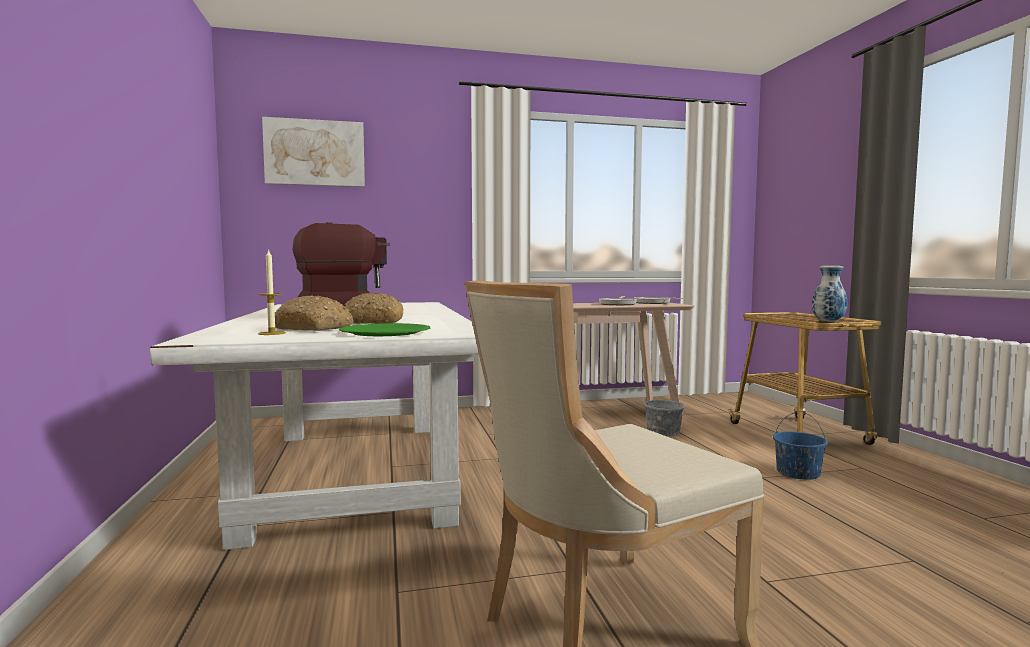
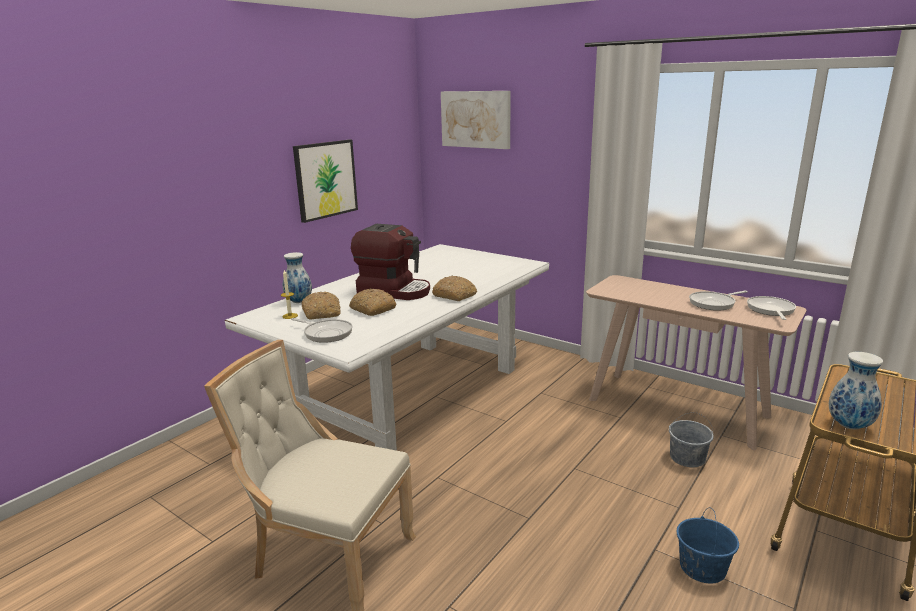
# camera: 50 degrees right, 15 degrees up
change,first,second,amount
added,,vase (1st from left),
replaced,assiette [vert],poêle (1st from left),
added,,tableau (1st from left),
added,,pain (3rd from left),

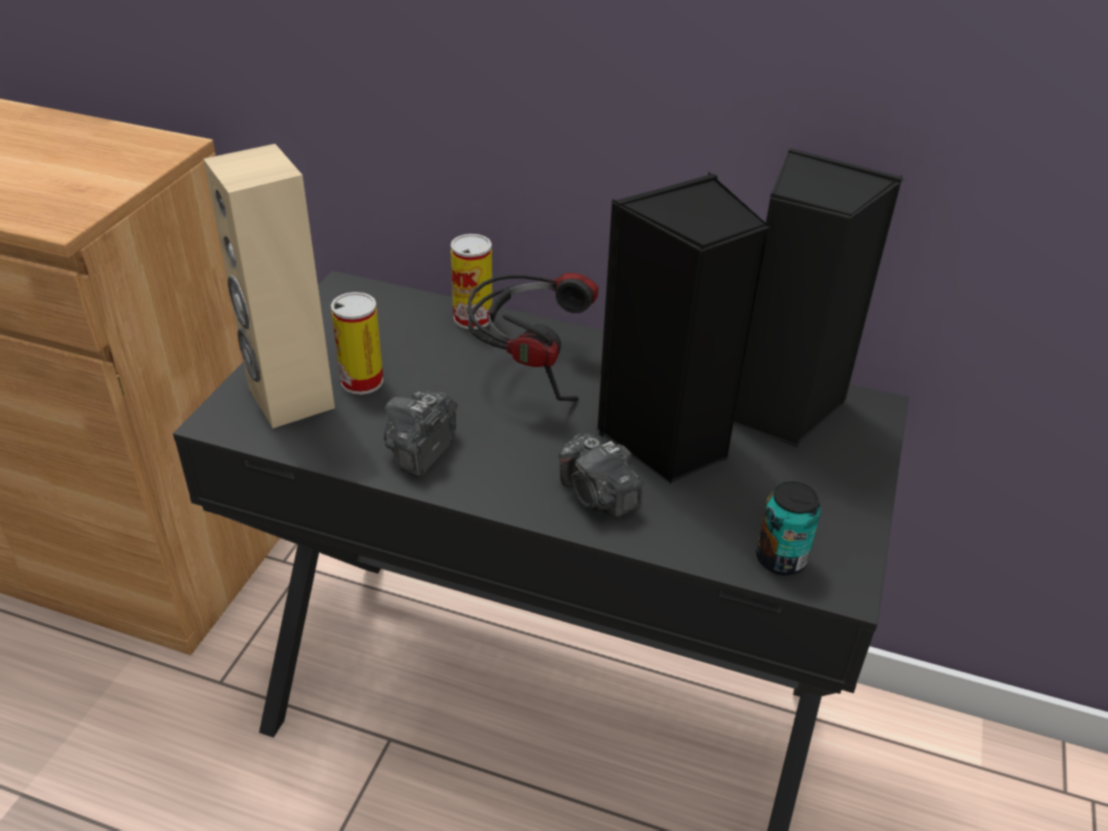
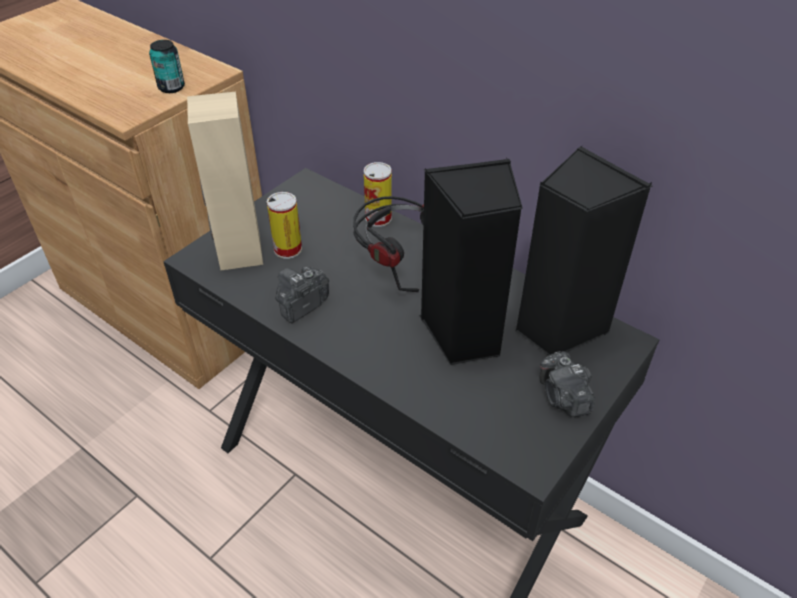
# camera: 20 degrees right, 5 degrees up
change,first,second,amount
moved,boîte métallique (3rd from left in the first image),boîte métallique (1st from left),
moved,appareil photo (2nd from left),,

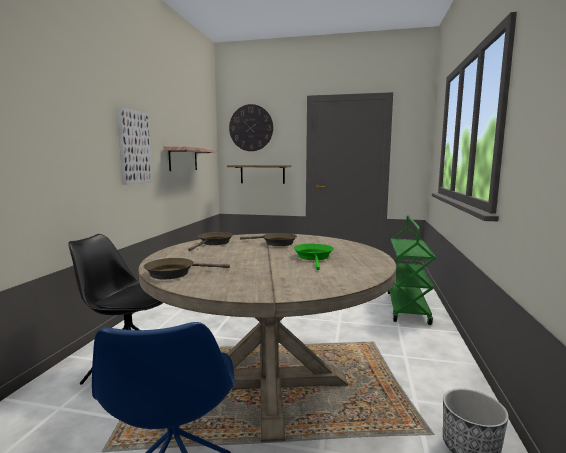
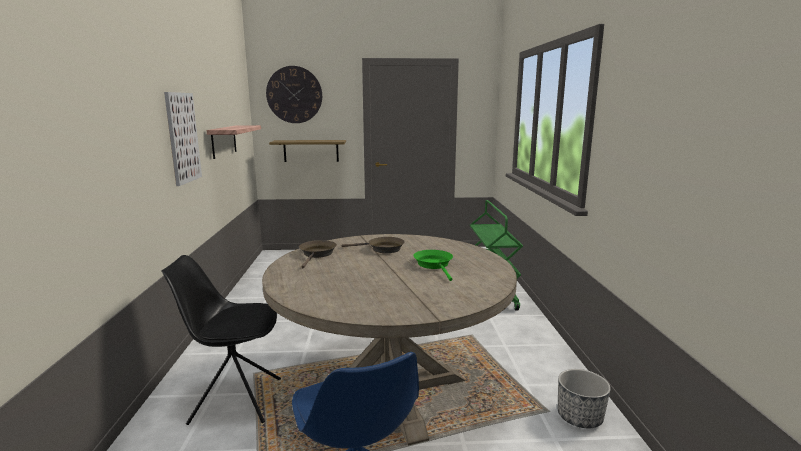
# camera: 15 degrees left, 5 degrees up
change,first,second,amount
removed,poêle [marron] (1st from left),,

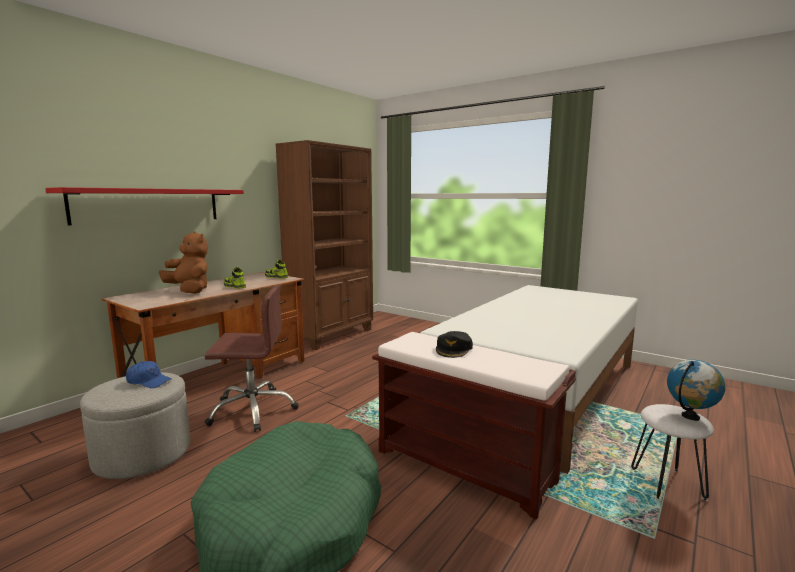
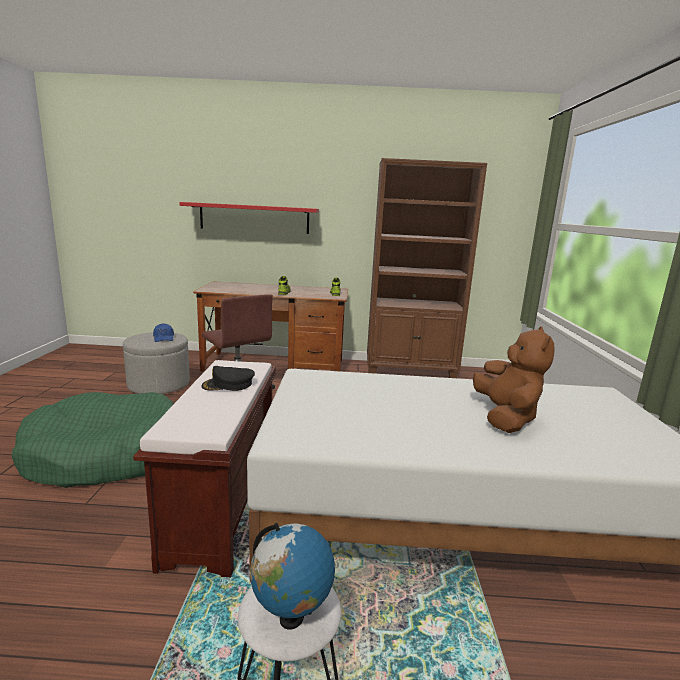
# camera: 55 degrees right, 5 degrees up
change,first,second,amount
moved,peluche [marron],,

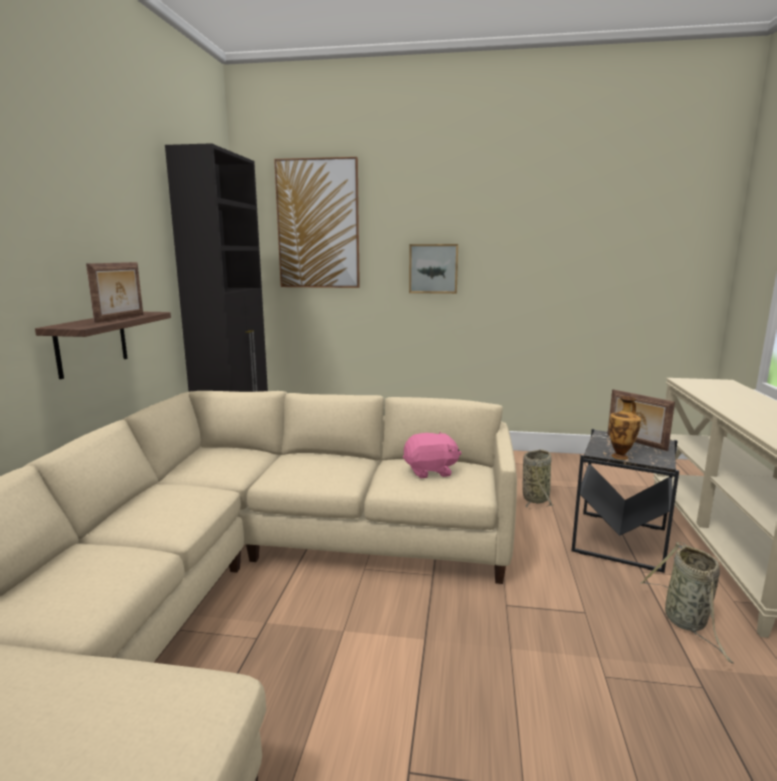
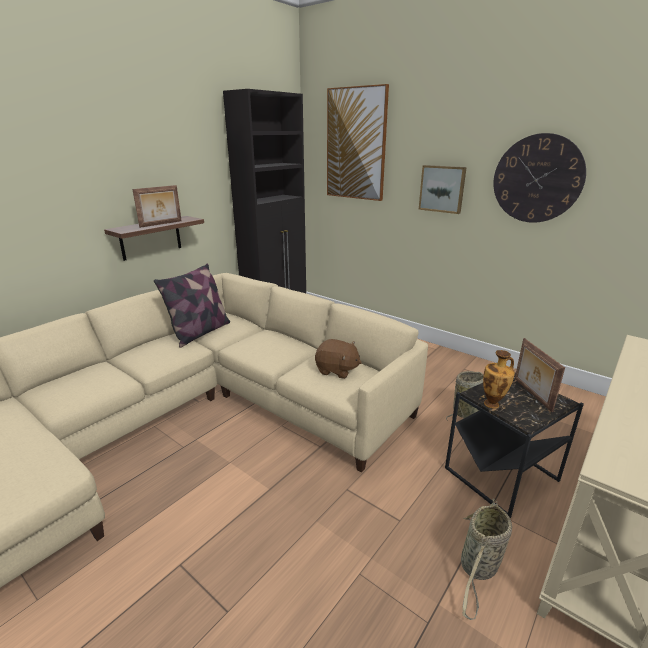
# camera: 30 degrees right, 10 degrees up
change,first,second,amount
added,,coussin,
recoloured,peluche [rose],peluche [marron],
added,,horloge murale,

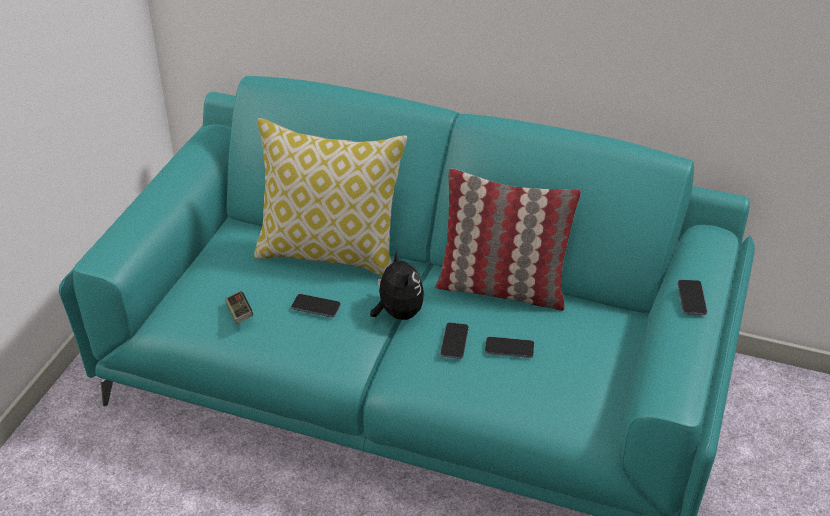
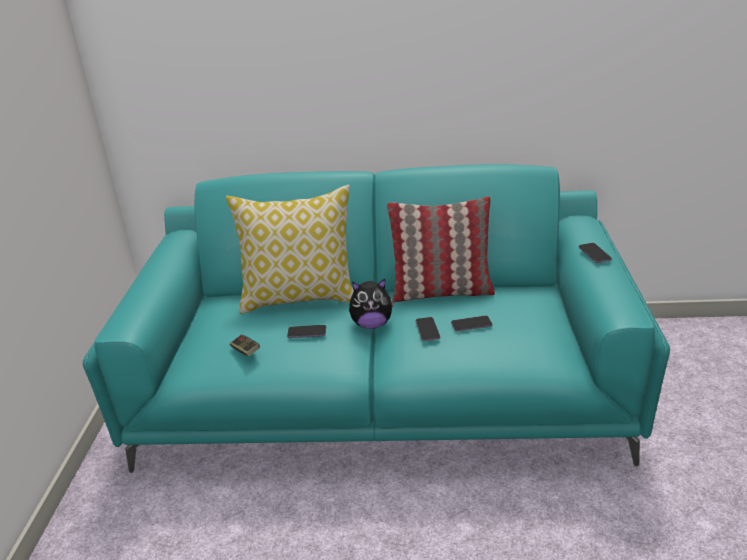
# camera: 15 degrees left, 10 degrees down
change,first,second,amount
turned,peluche,,120 degrees clockwise

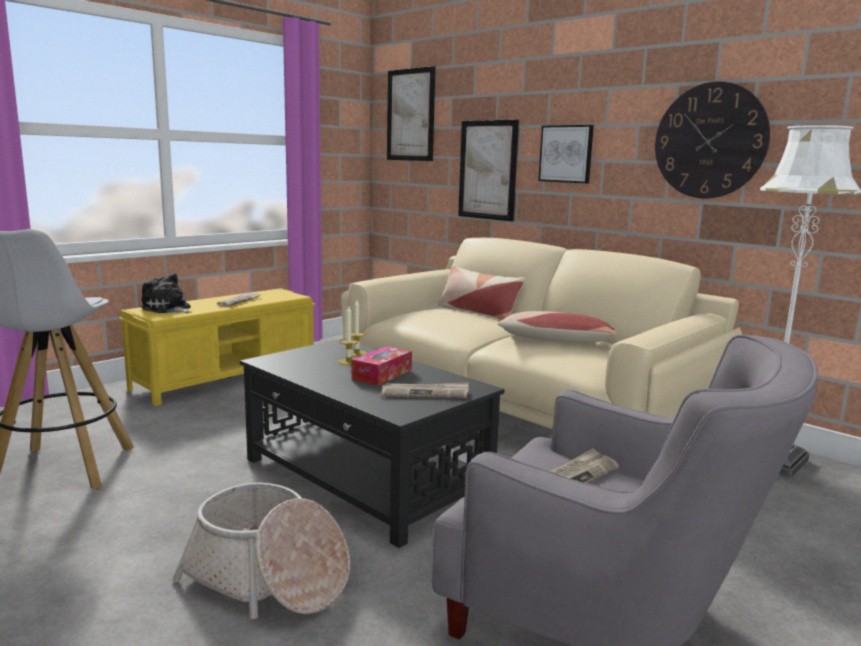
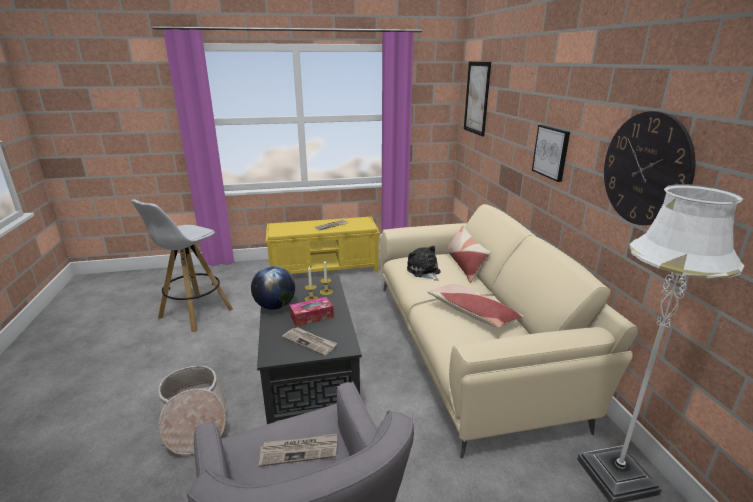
# camera: 35 degrees right, 10 degrees up
change,first,second,amount
added,,globe,
moved,peluche,,
removed,tableau (2nd from left),,

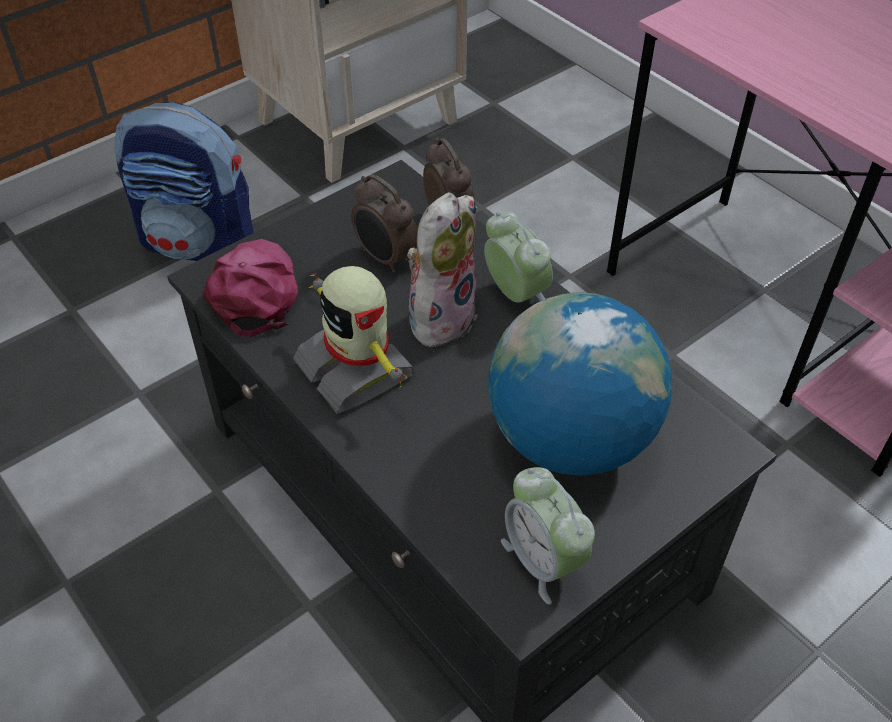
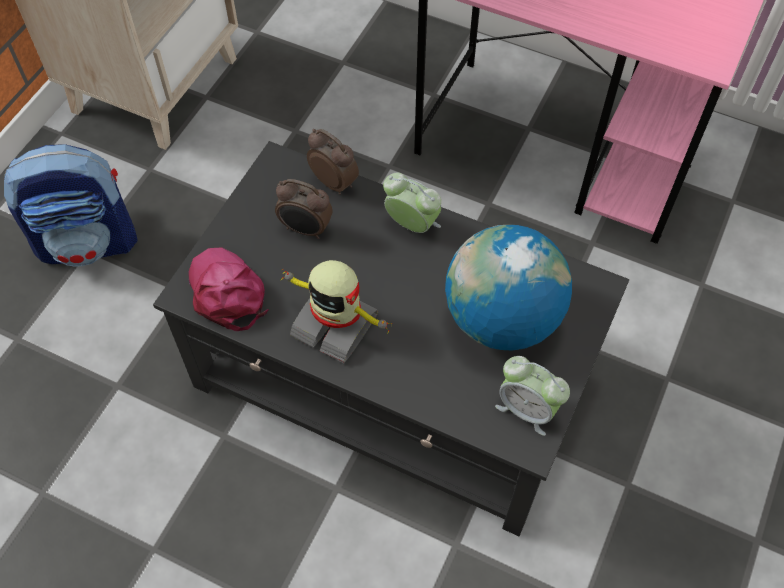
# camera: 25 degrees left, 10 degrees up
change,first,second,amount
removed,peluche,,

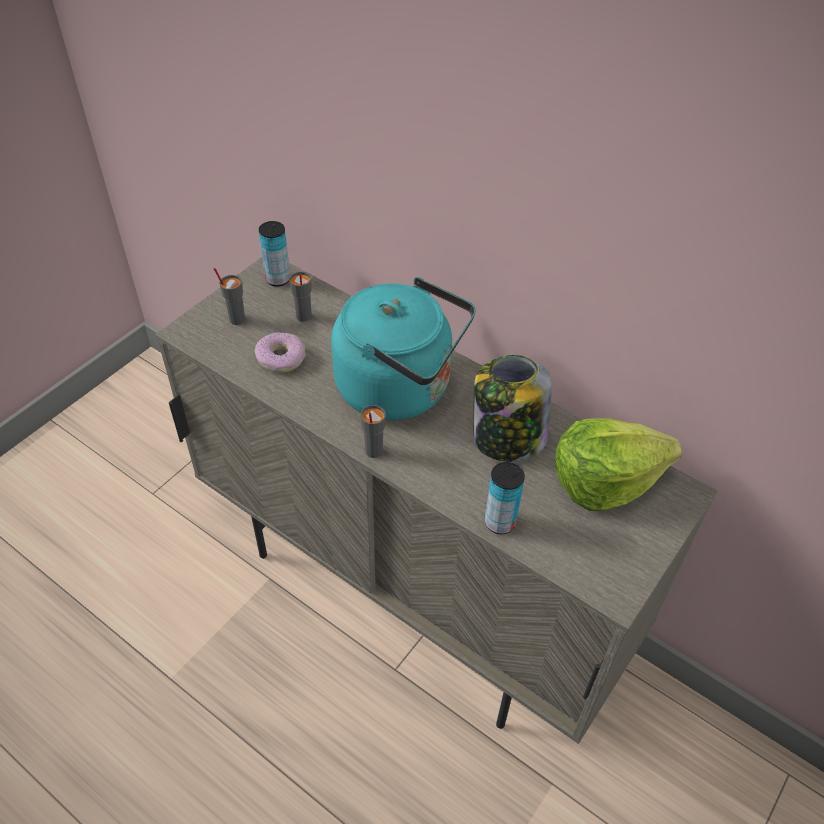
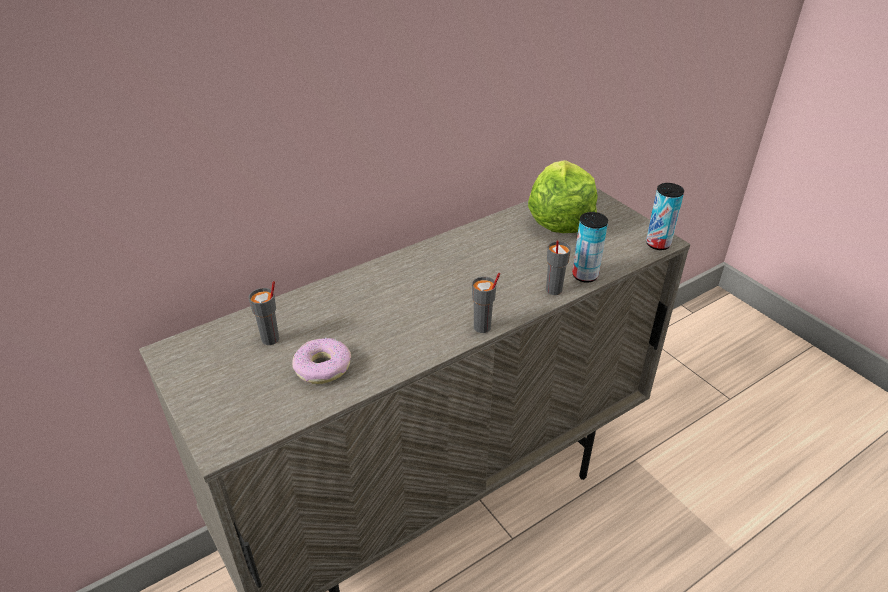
# camera: 70 degrees left, 10 degrees down
change,first,second,amount
moved,tasse [gris] (1st from left in the first image),tasse [gris] (3rd from left),
moved,boîte métallique (1st from left in the first image),boîte métallique (2nd from left),
removed,bouilloire [turquoise],,
removed,bocal,,

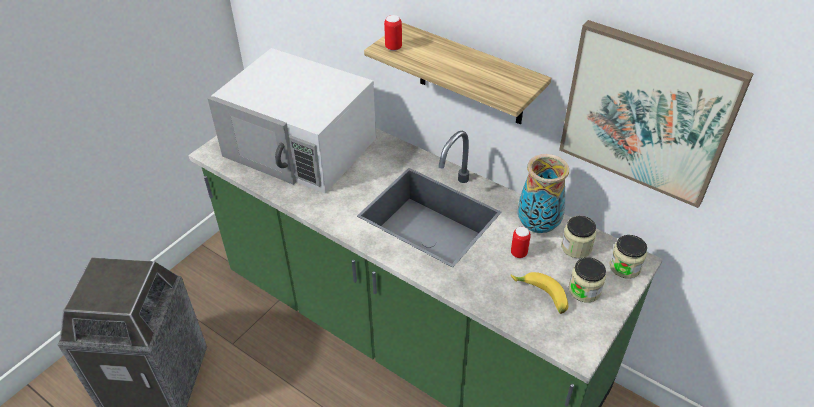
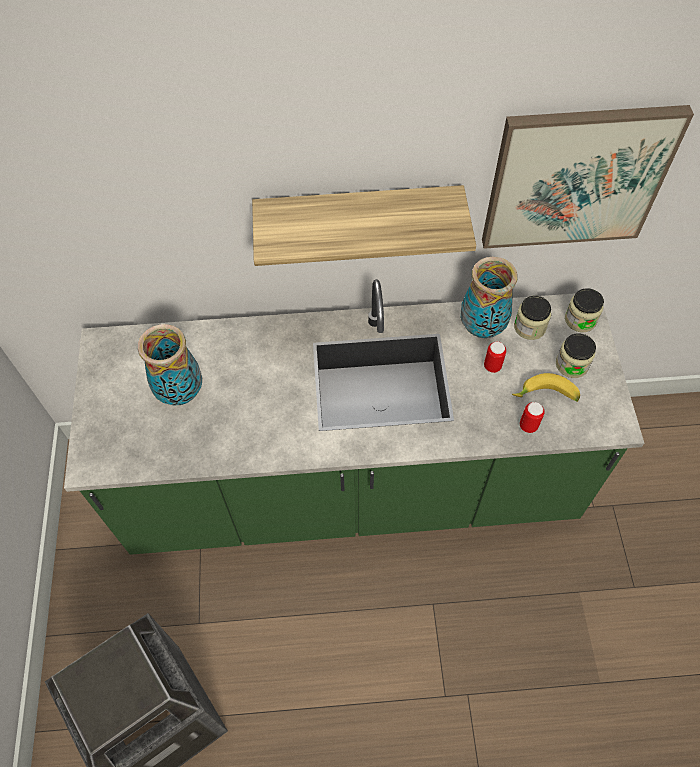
# camera: 40 degrees left, 15 degrees up
change,first,second,amount
replaced,micro-ondes [blanc],vase (1st from left),
moved,boîte métallique (1st from left in the first image),boîte métallique (2nd from left),

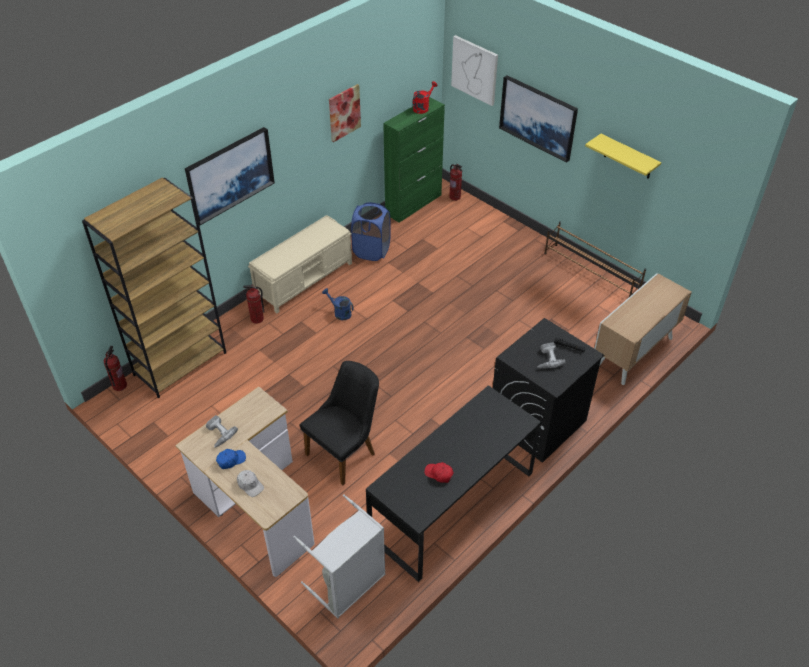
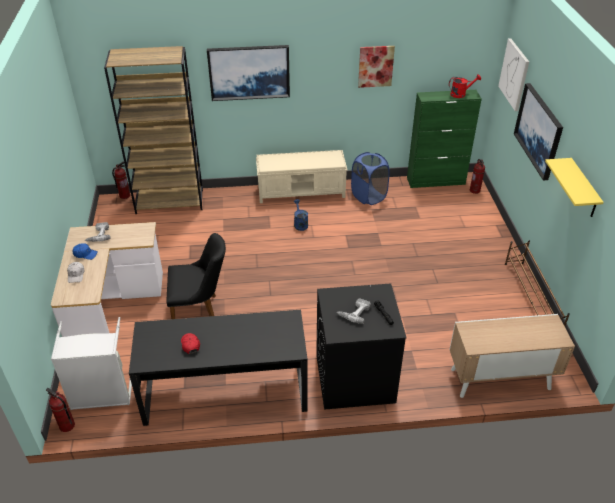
# camera: 40 degrees right, 5 degrees down
change,first,second,amount
moved,extincteur (2nd from left in the first image),extincteur (1st from left),

